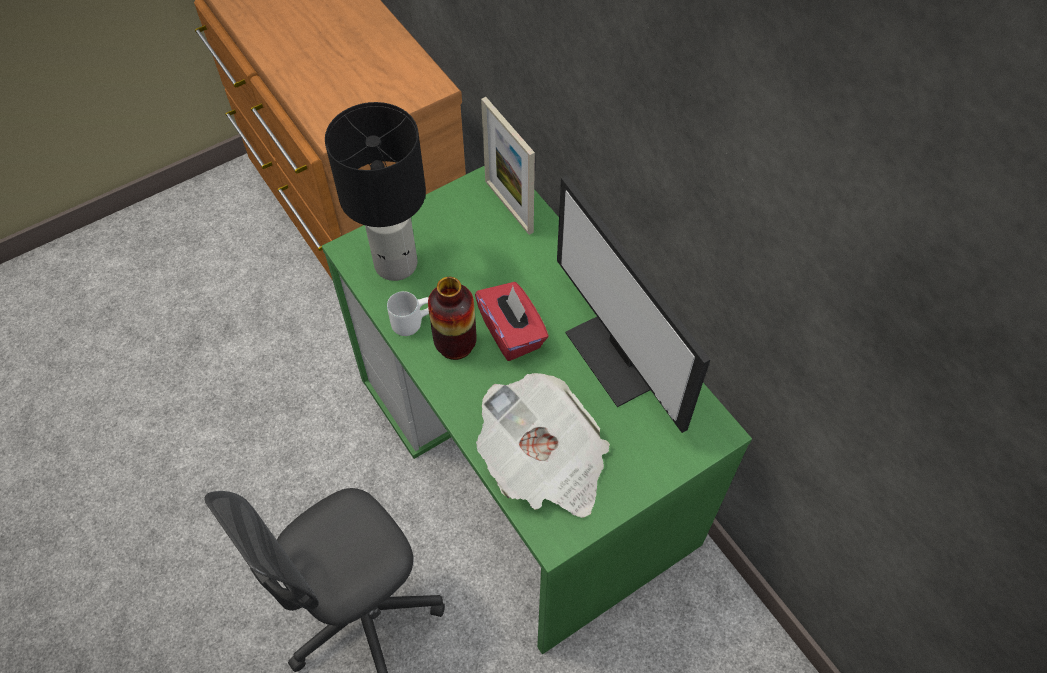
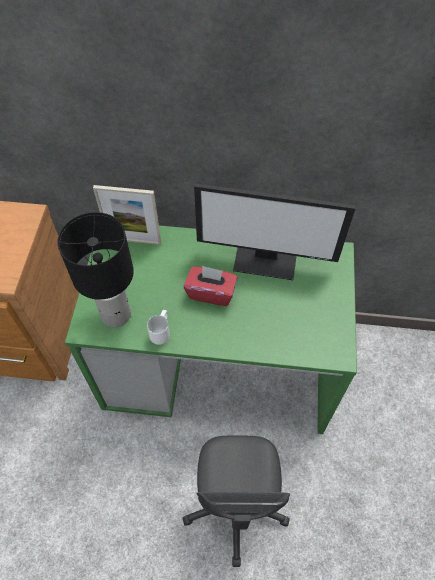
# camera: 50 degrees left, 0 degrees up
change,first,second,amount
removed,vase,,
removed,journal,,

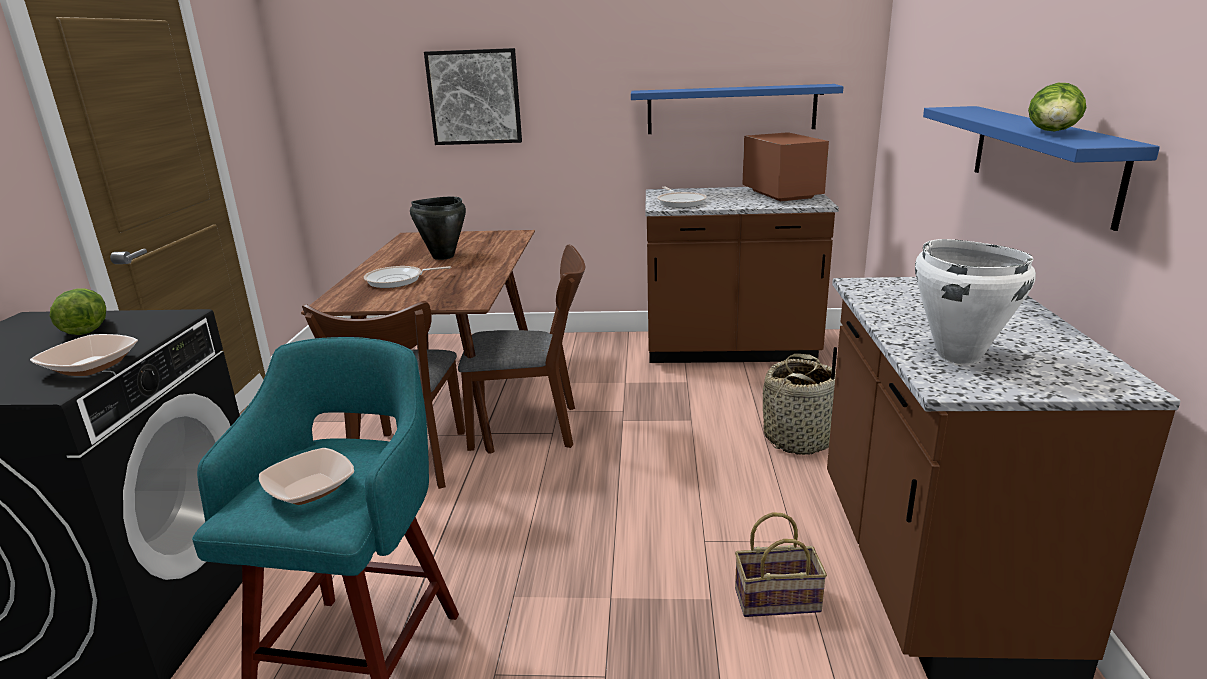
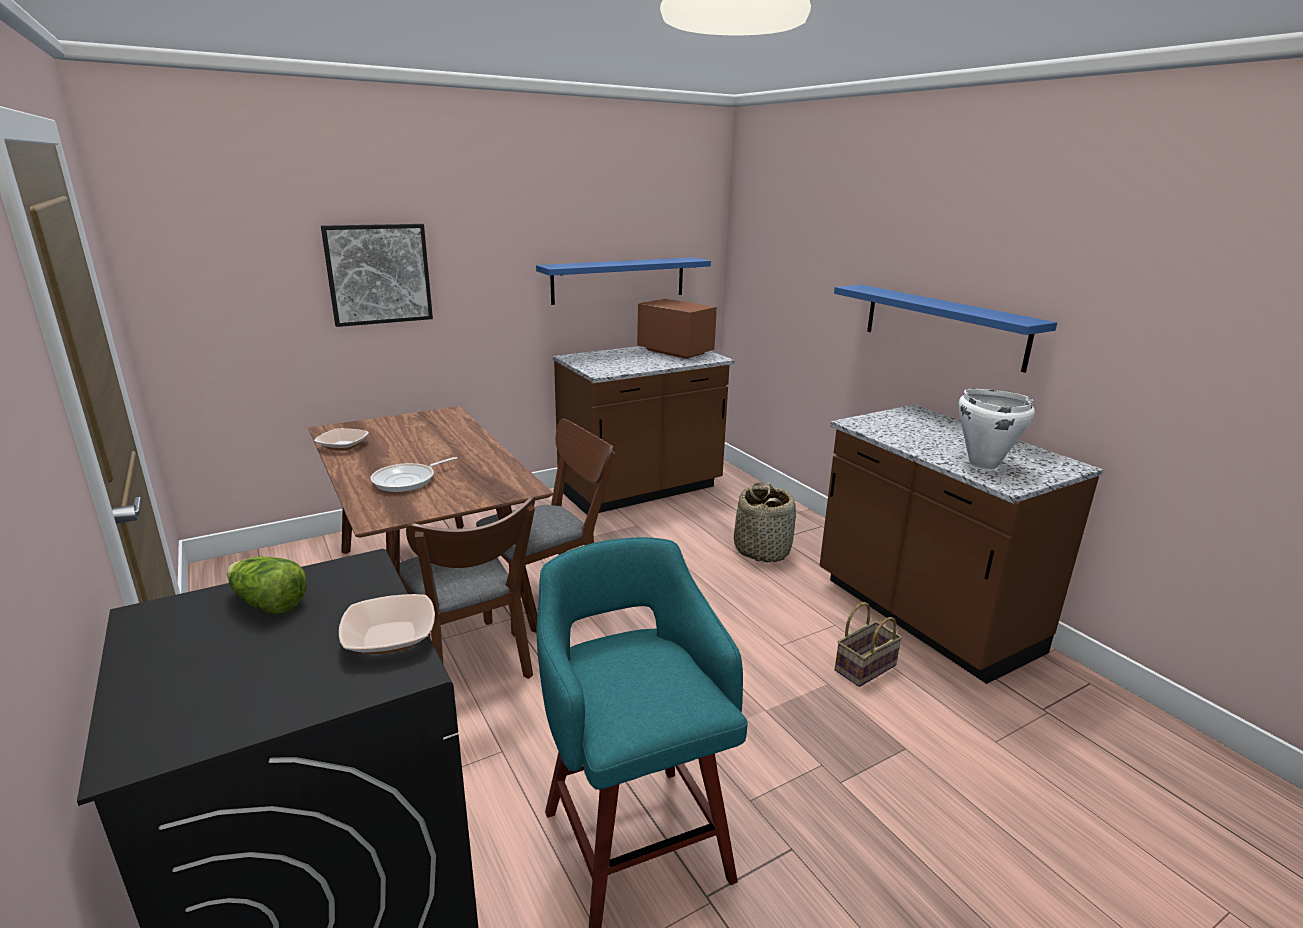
# camera: 35 degrees left, 0 degrees up
change,first,second,amount
moved,bol (2nd from left in the first image),bol (1st from left),
removed,marmite [noir],,
removed,poêle (2nd from left),,
removed,laitue (2nd from left),,

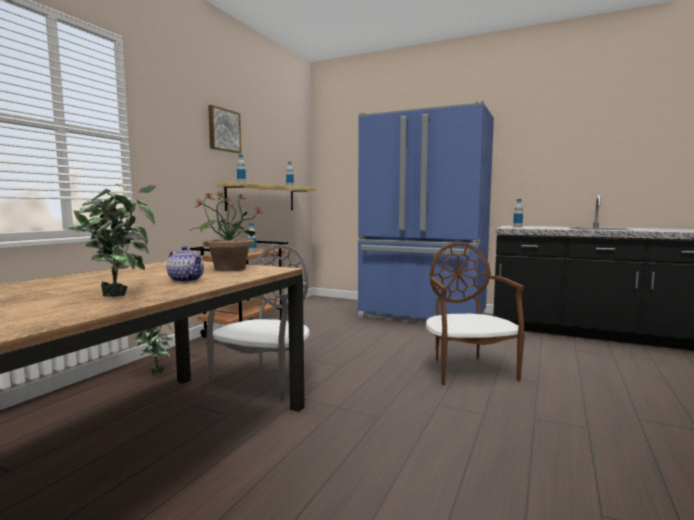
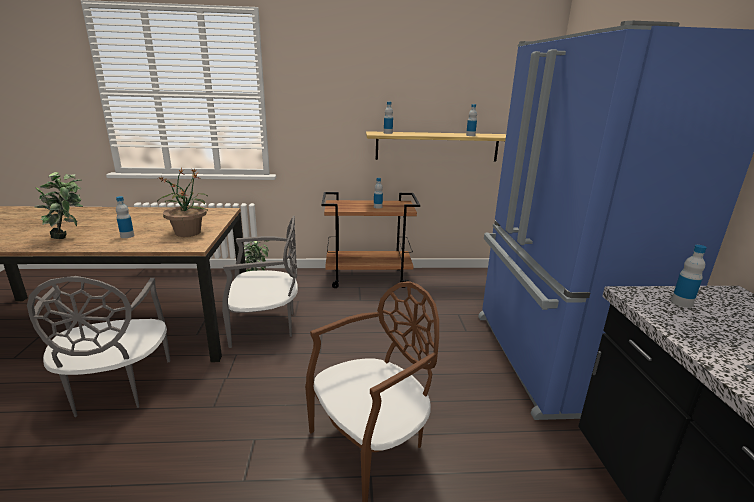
# camera: 60 degrees right, 15 degrees up
change,first,second,amount
added,,chaise [gris] (1st from left),
replaced,théière,bouteille (1st from left),
removed,tableau,,

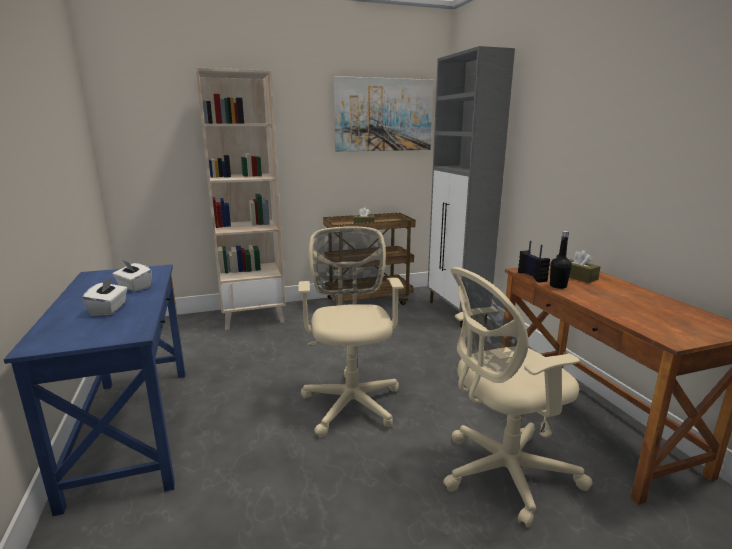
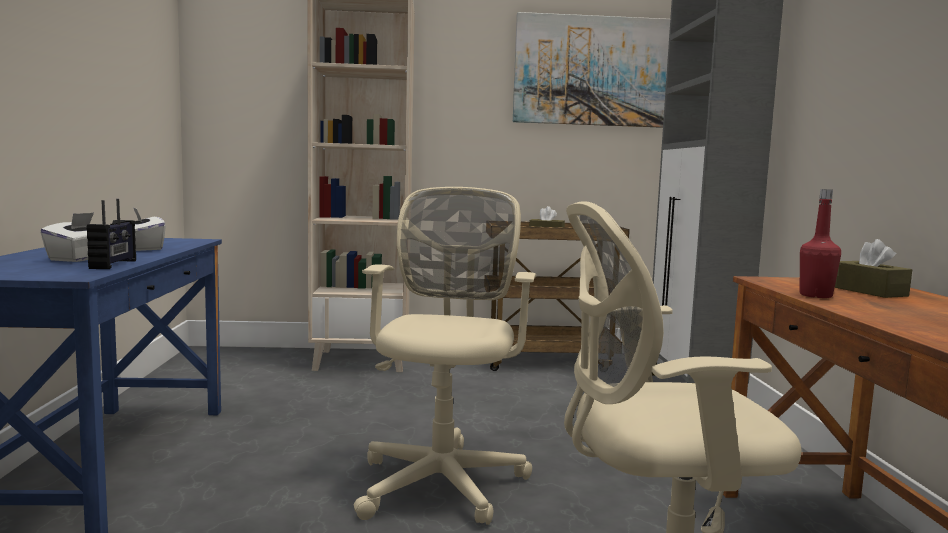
# camera: 15 degrees right, 10 degrees down
change,first,second,amount
moved,radio,,
recoloured,bouteille [noir],bouteille [rouge],

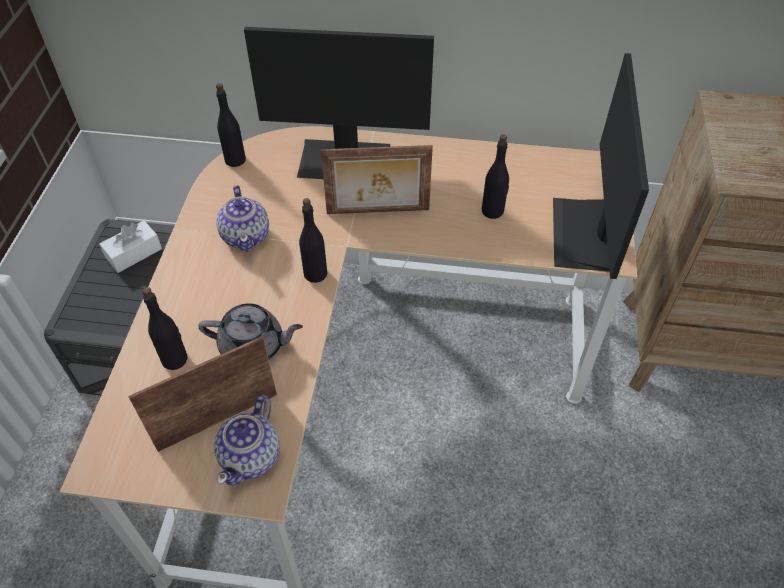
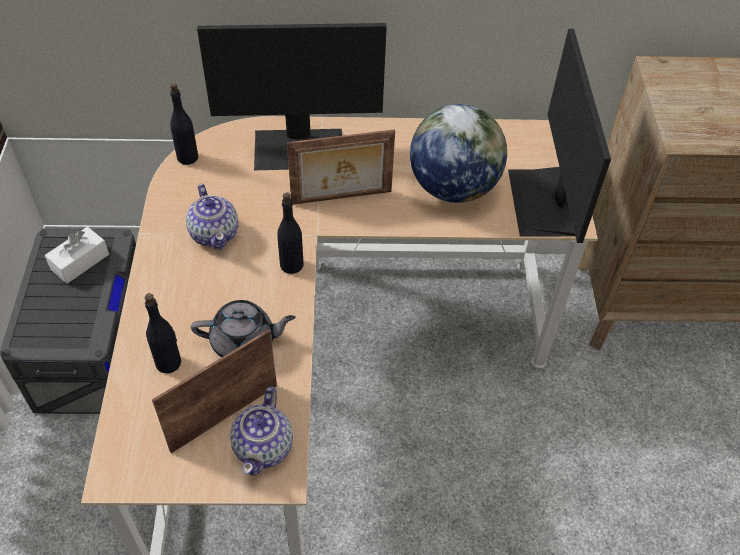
# camera: 10 degrees left, 0 degrees up
change,first,second,amount
replaced,bouteille [noir] (4th from left),globe,

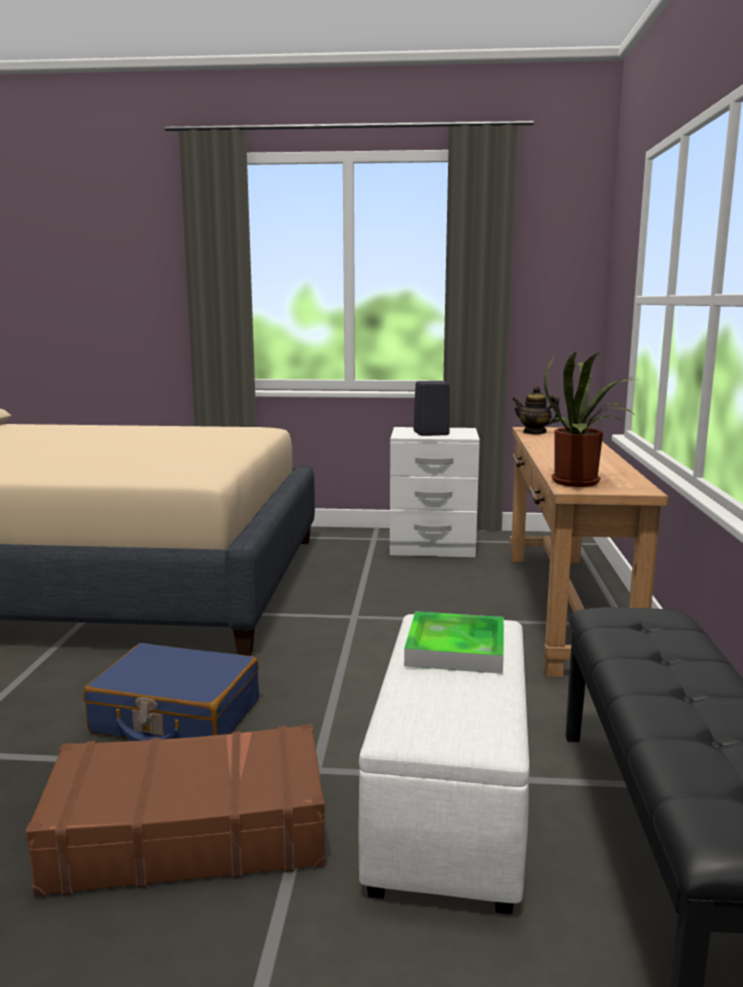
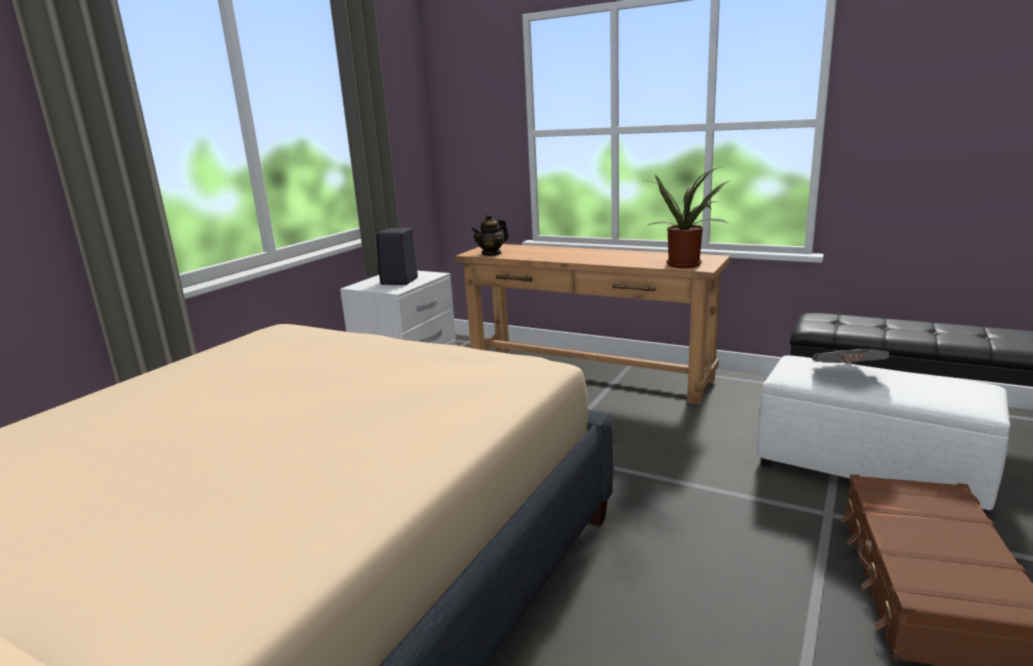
# camera: 65 degrees left, 5 degrees up
change,first,second,amount
replaced,plateau,journal,
removed,valise [bleu],,

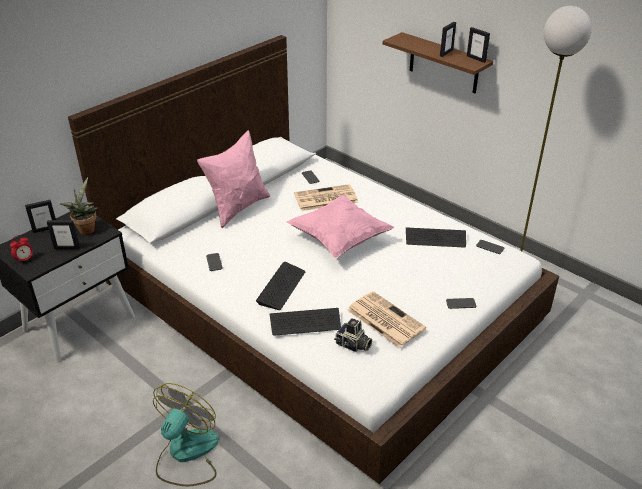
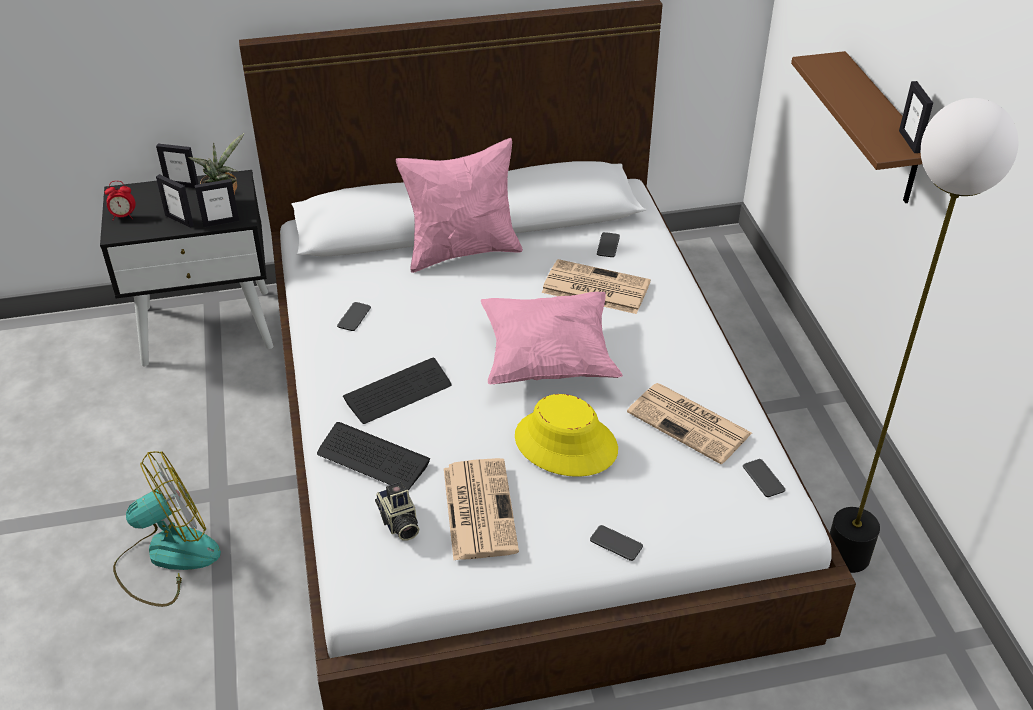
# camera: 35 degrees right, 5 degrees up
change,first,second,amount
moved,cadre photo (3rd from left),,
added,,chapeau [jaune],
replaced,clavier (3rd from left),journal (3rd from left),

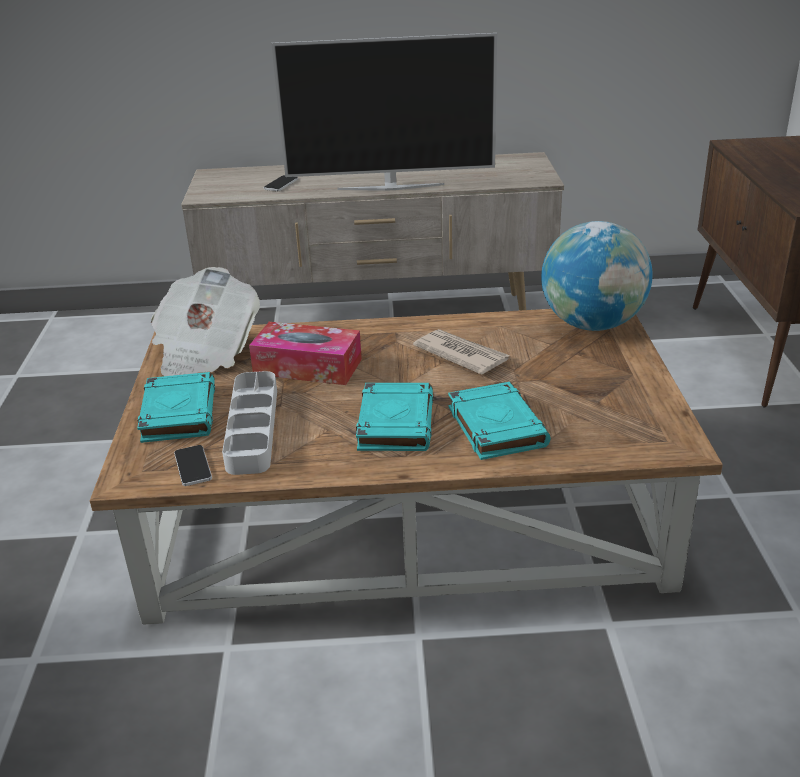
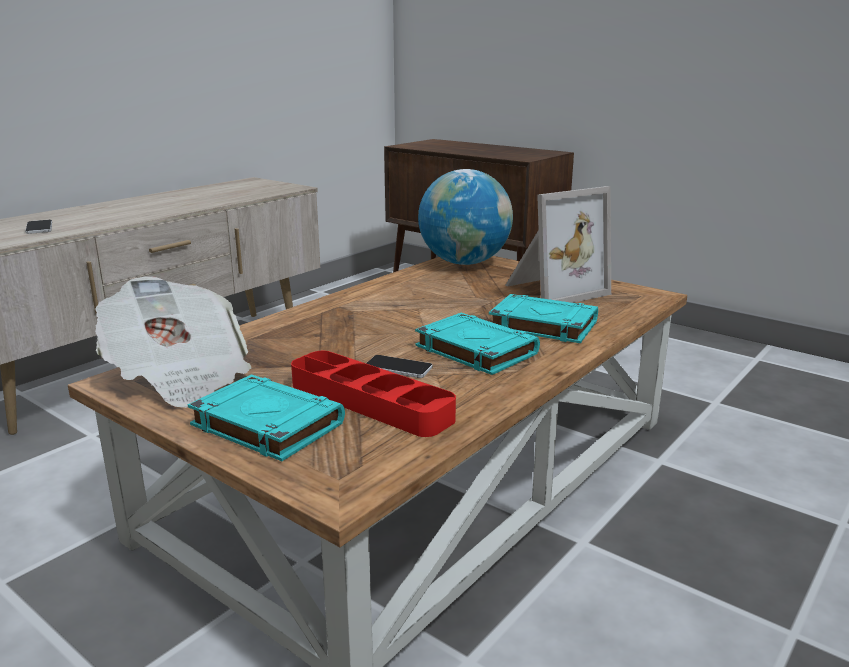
# camera: 50 degrees left, 10 degrees down
change,first,second,amount
recoloured,plateau [gris],plateau [rouge],
moved,téléphone (1st from left in the first image),téléphone (2nd from left),
added,,cadre photo,
removed,boîte à mouchoirs,,
removed,téléviseur,,
removed,journal (2nd from left),,

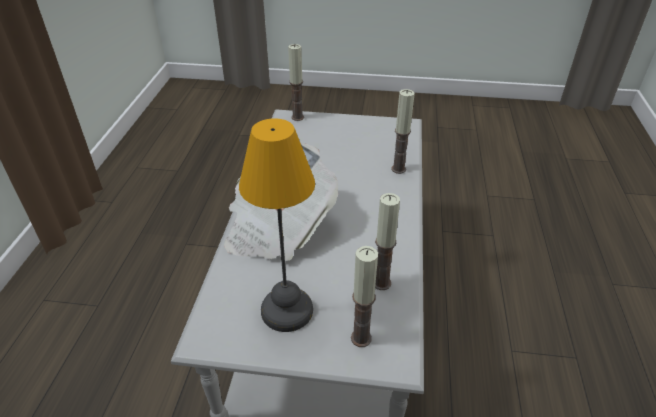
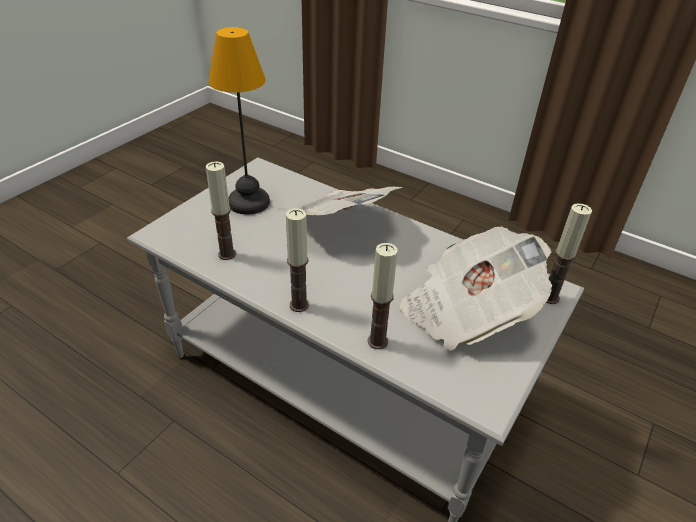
# camera: 115 degrees right, 0 degrees up
change,first,second,amount
moved,bougie (2nd from left),,
added,,journal (2nd from left),

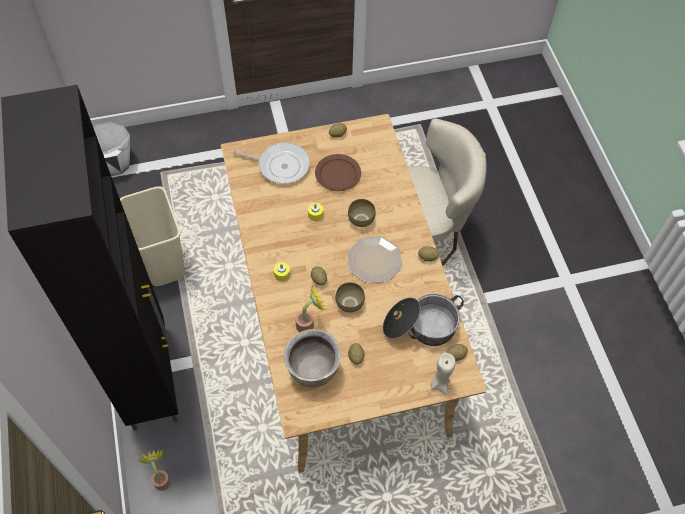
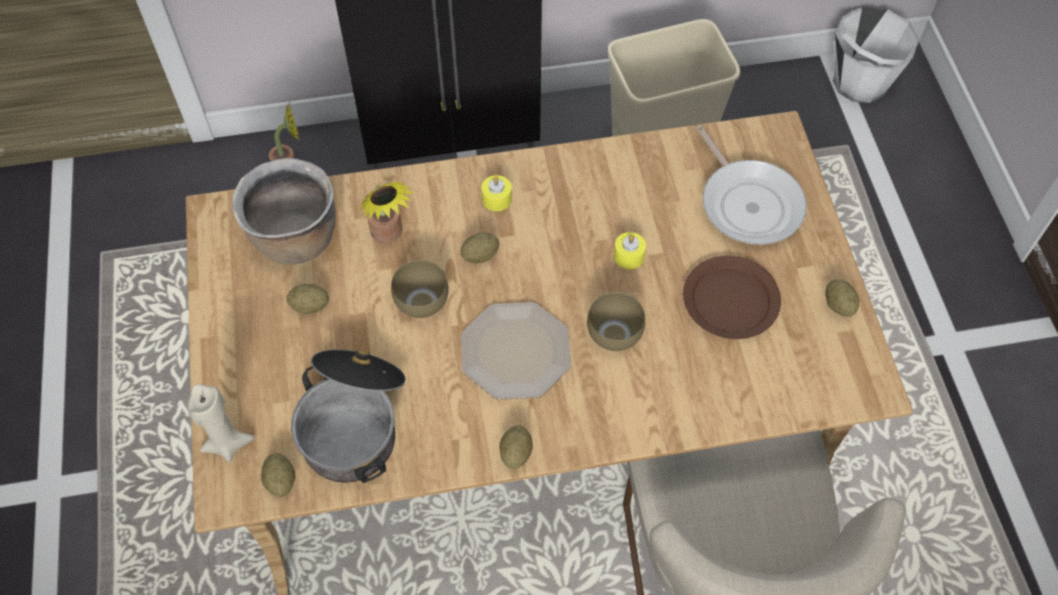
# camera: 95 degrees right, 0 degrees up
change,first,second,amount
turned,poêle,,45 degrees counterclockwise

